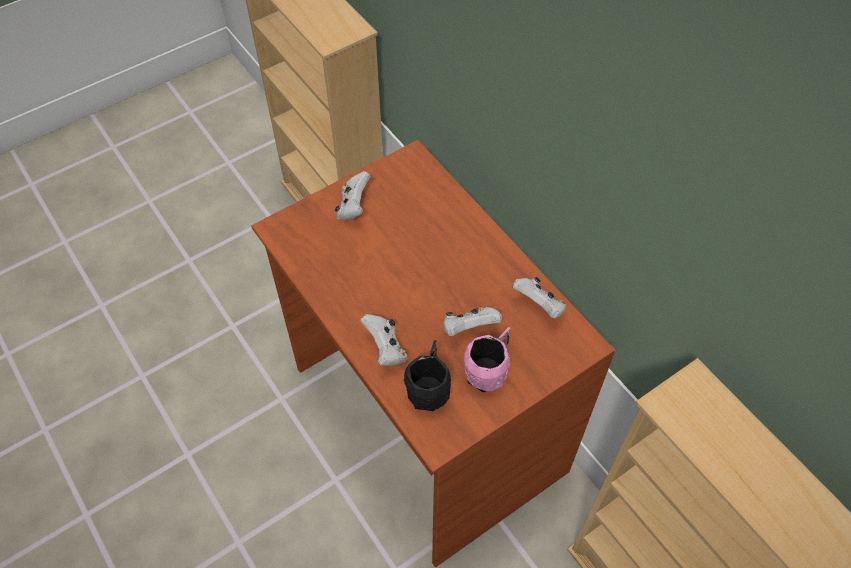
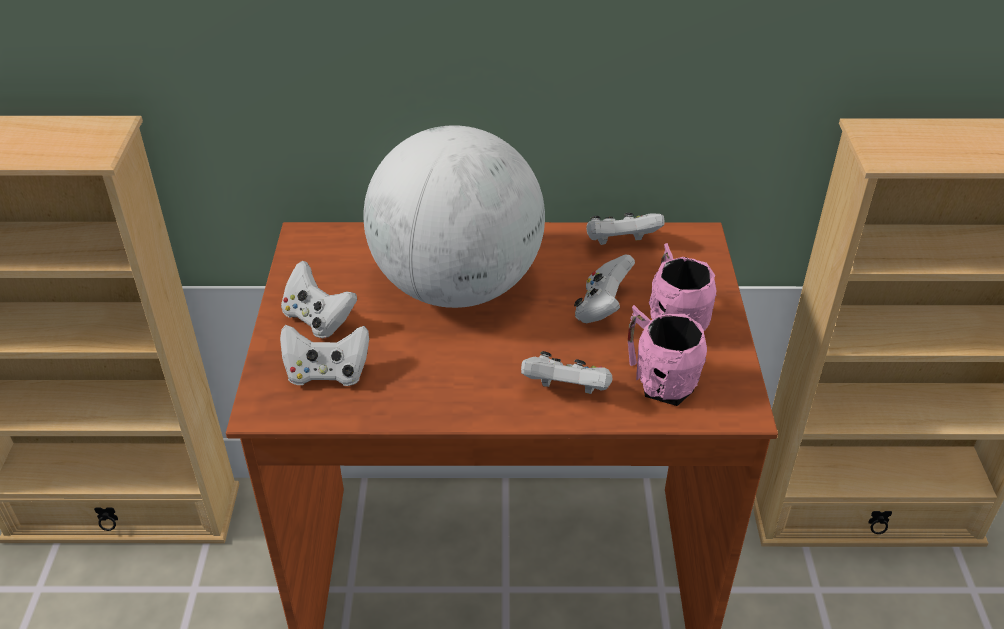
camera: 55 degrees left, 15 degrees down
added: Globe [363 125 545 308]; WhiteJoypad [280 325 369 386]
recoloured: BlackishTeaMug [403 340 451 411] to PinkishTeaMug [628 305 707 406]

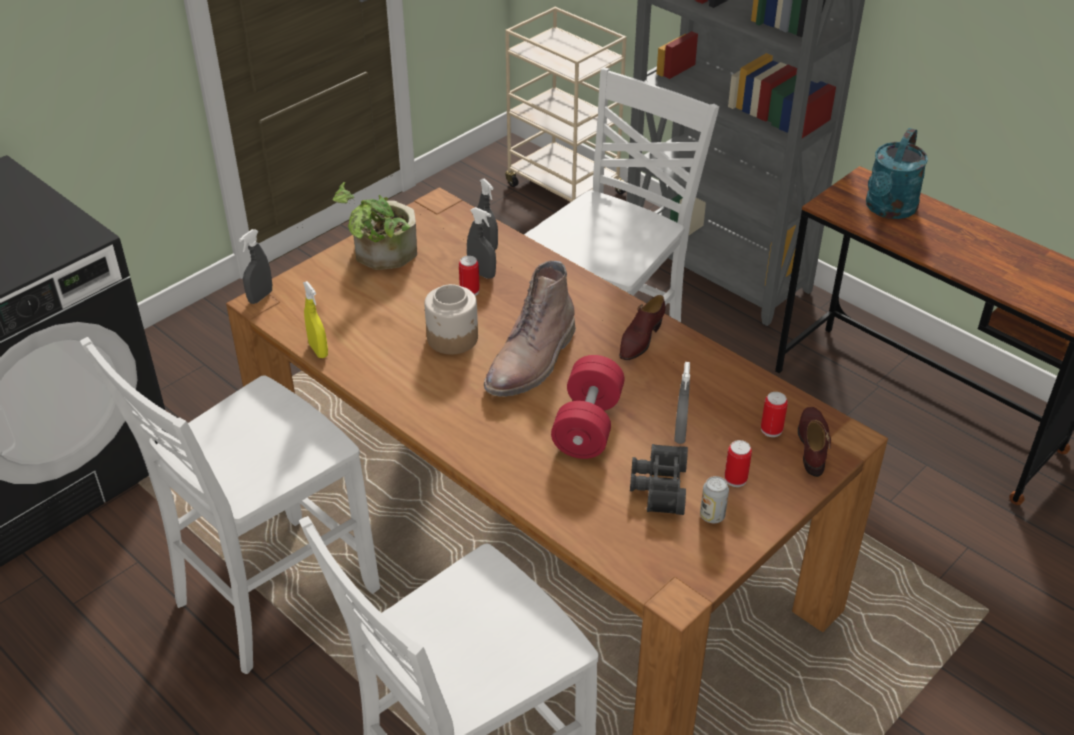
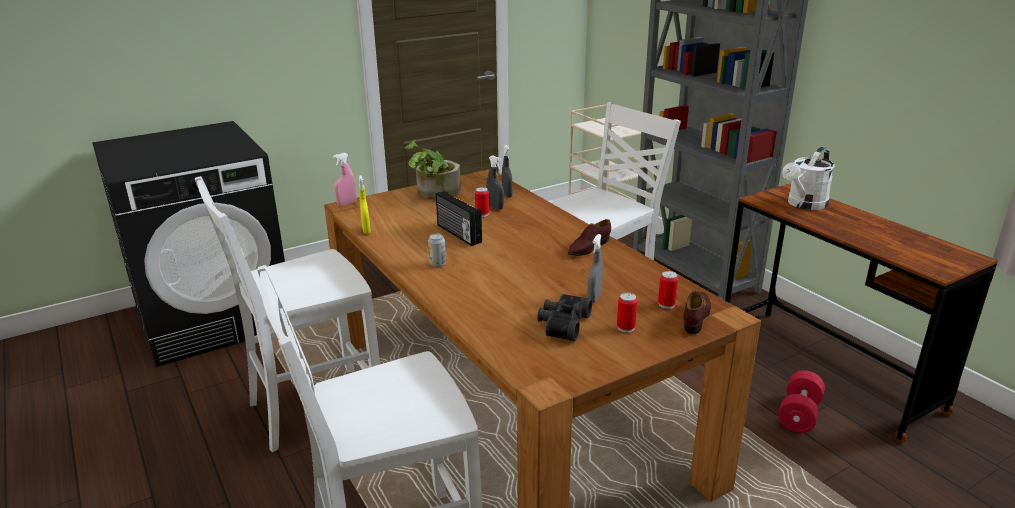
camera: 15 degrees right, 15 degrees down
removed: BrownColouredTallBoot [484 261 576 397]
moved: RedHandWeight [551 355 625 459] to [778 370 825 433]; MetalCan [700 476 729 523] to [428 234 446 267]
replaced: StorageJar [424 284 478 355] to RadioReceiver [436 191 482 246]
recoloured: TurquoiseWateringPot [866 128 928 219] to WhiteWateringPot [782 147 835 210]; GreySprayBottle [239 229 272 304] to PinkishSprayBottle [333 153 356 206]

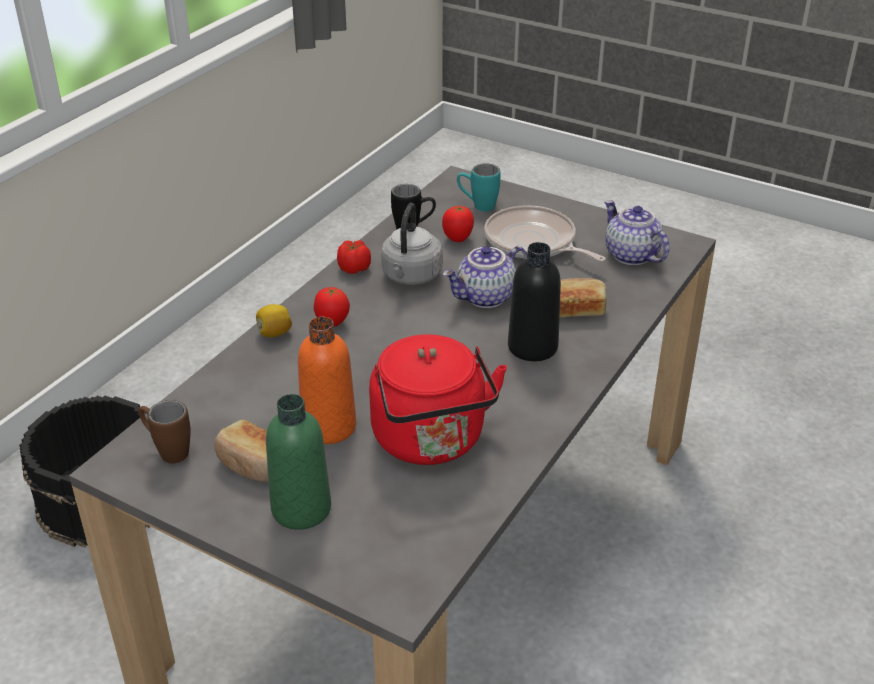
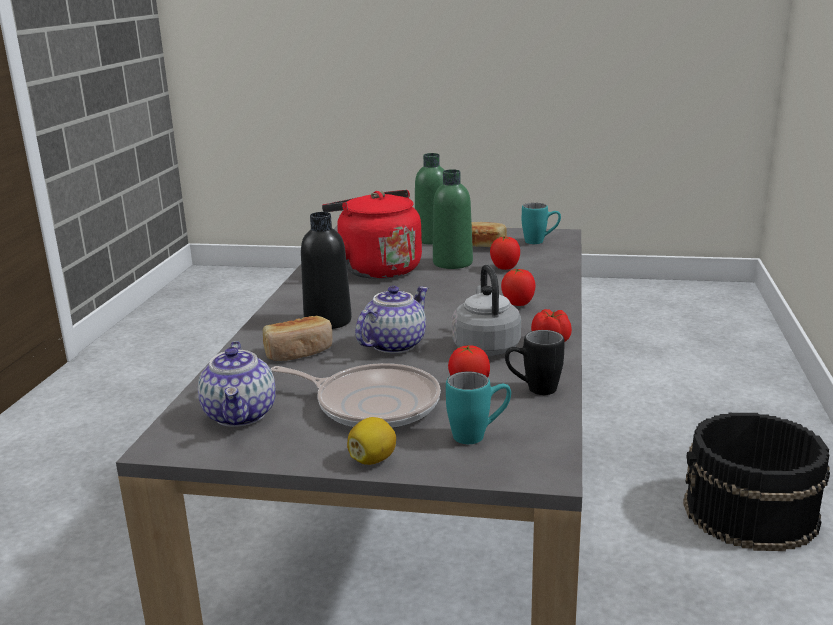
camera: 160 degrees right, 15 degrees down
added: FreshTomato [490 237 520 270]
moved: WholeLemon [256 304 292 337] to [347 417 396 465]
recoloured: OrangeBottle [298 317 356 444] to GreenishBottle [433 169 473 269]; BrownColouredTeaMug [139 400 191 463] to TurquoiseTeaMug [522 203 561 244]
turned: TeaPot [604 200 669 265] = [198 341 276 427] 45 degrees clockwise

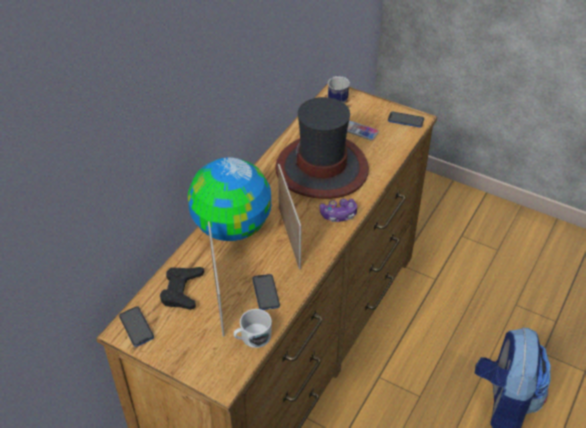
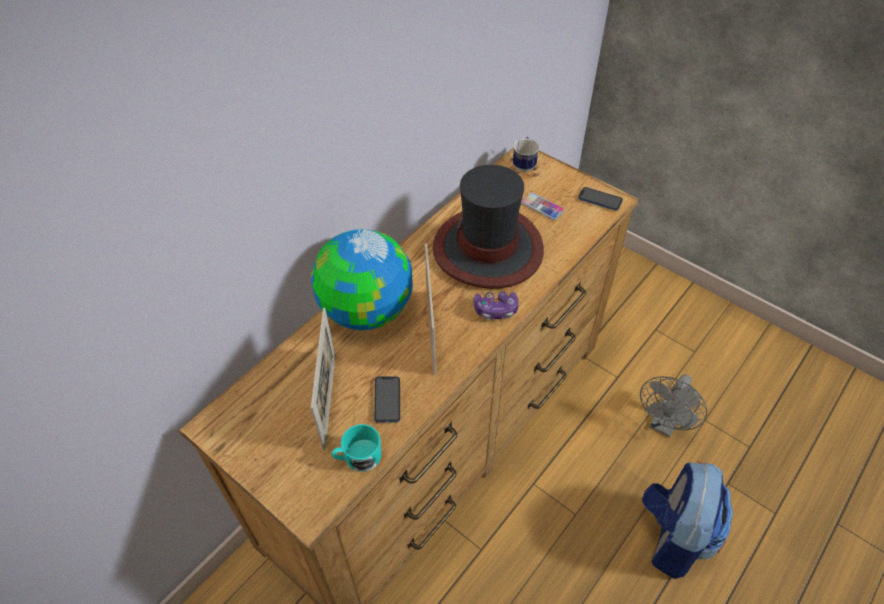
camera: 10 degrees right, 5 degrees up
removed: BlackishJoypad [160 267 204 310]; Telephone [119 306 154 347]
added: GreyElectricFan [640 374 707 437]
recoloured: WhiteTeaMug [233 309 272 348] to TurquoiseTeaMug [332 424 381 472]

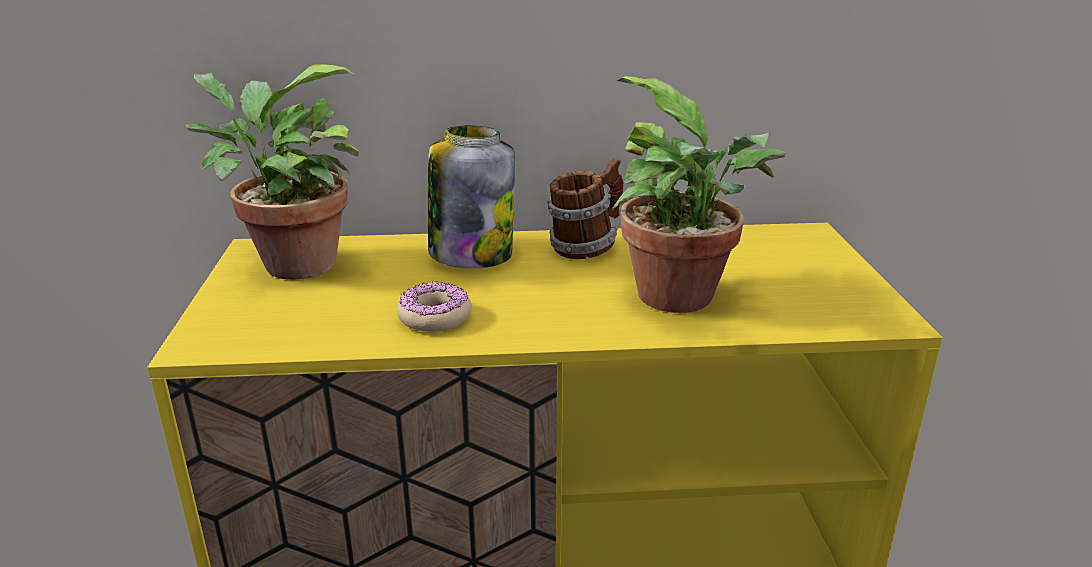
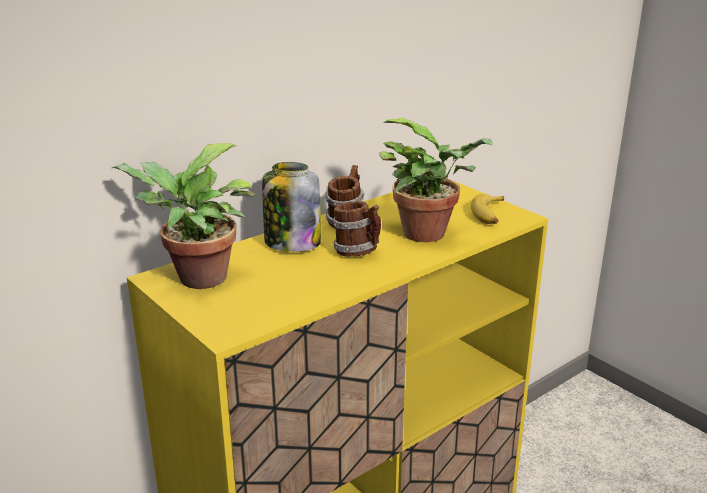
camera: 35 degrees left, 0 degrees up
removed: Doughnut [397 281 472 332]
added: BananaFruit [471 194 504 224]; TeaMug [332 201 381 257]

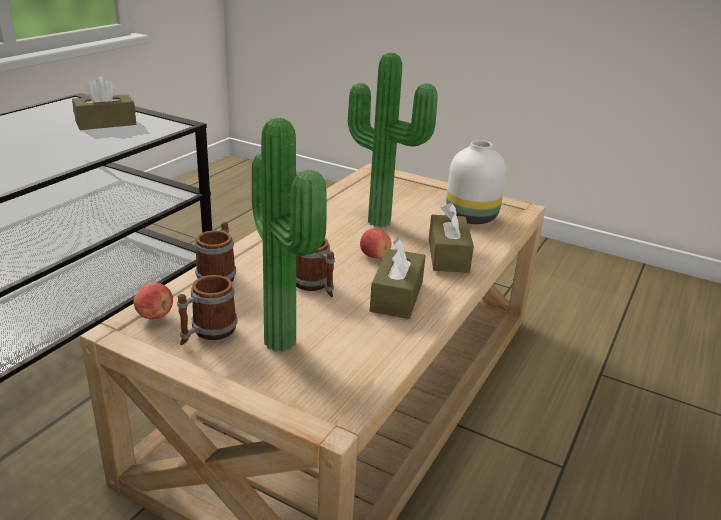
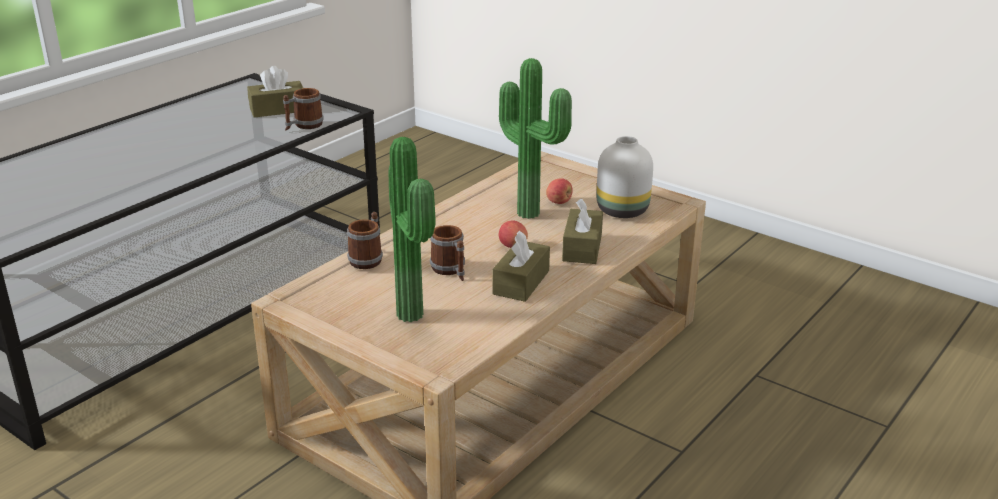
camera: 10 degrees right, 0 degrees up
moved: TeaMug [177 275 238 345] to [283 88 324 130]; AppleFruit [134 283 173 319] to [546 178 573 204]

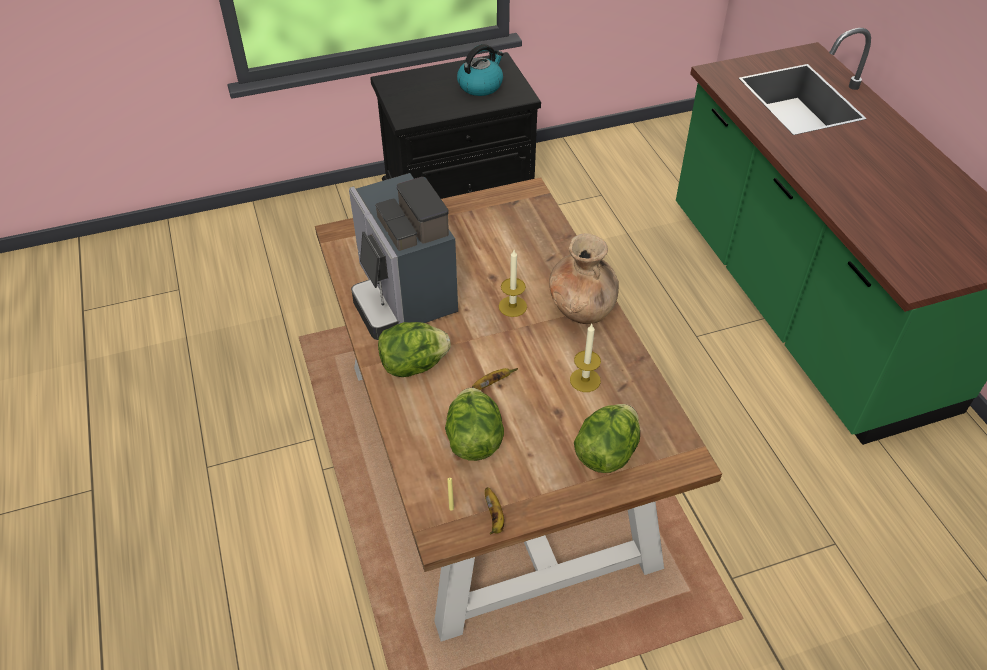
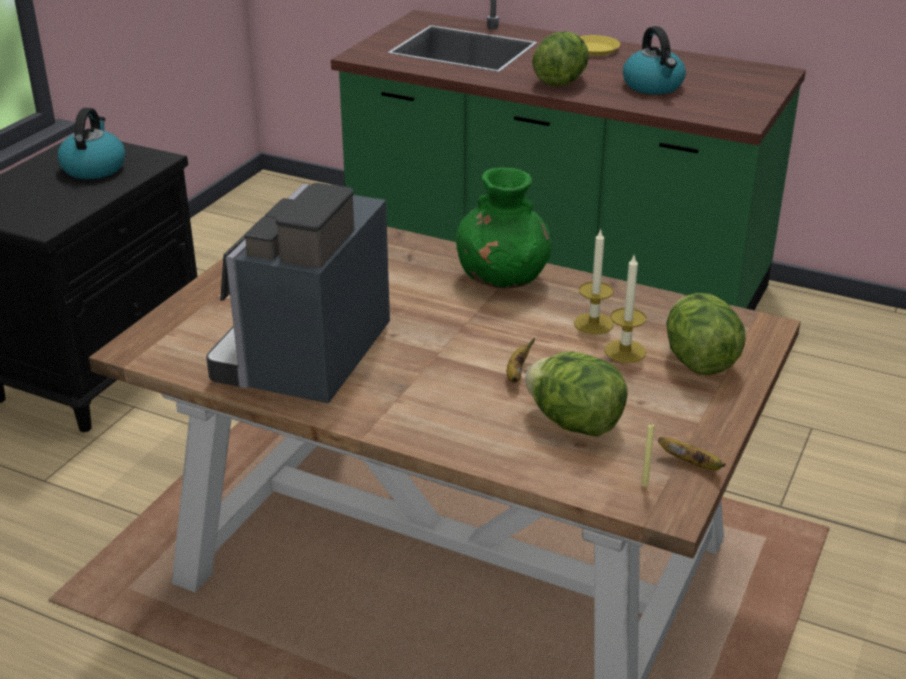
camera: 45 degrees left, 15 degrees down
added: TeaKettle [623 26 686 95]; YellowishDinnerPlate [579 35 620 56]
moved: Candle [499 250 527 317] to [605 255 646 363]; LettuceHead [378 322 451 377] to [532 31 589 86]
recoloured: BrownColouredDecorativeVase [549 233 619 324] to GreenishDecorativeVase [456 168 552 288]
turned: CoffeeMachine [349 173 458 340] = [206 183 390 404] 90 degrees clockwise

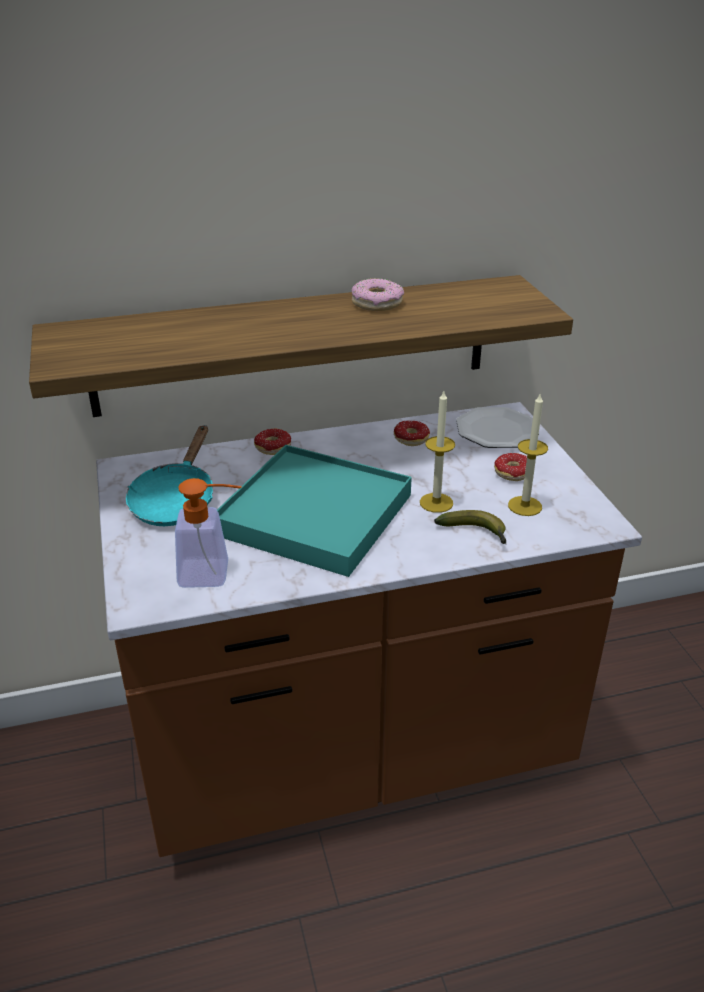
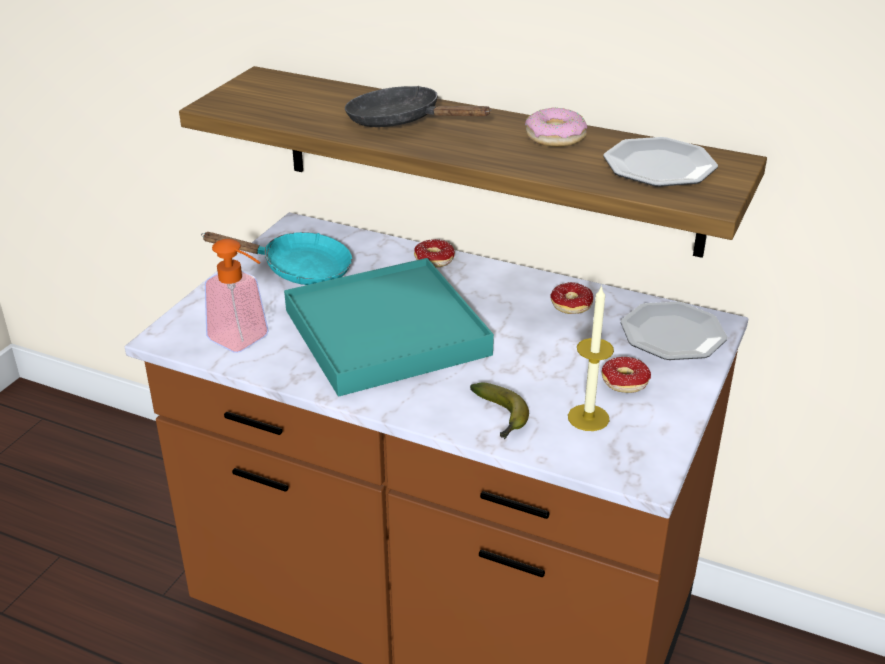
camera: 40 degrees right, 0 degrees up
removed: Candle [420 391 455 513]
added: BlackishSkillet [345 86 491 127]; DinnerPlate [603 137 718 187]
turned: TurquoiseSkillet [126 425 213 526] = [201 232 352 285] 135 degrees counterclockwise

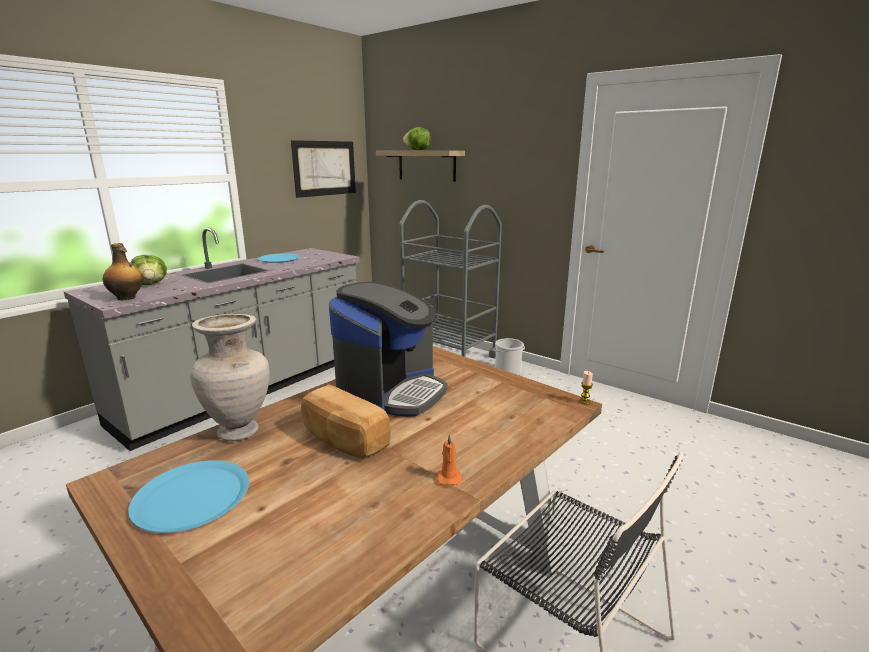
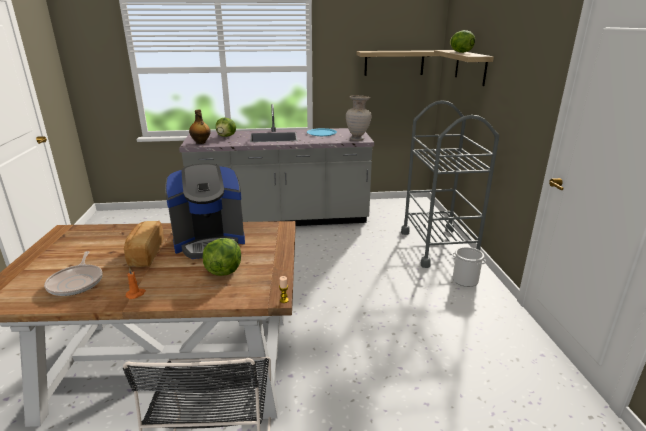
camera: 45 degrees right, 5 degrees up
removed: BluishDinnerPlate [128 460 249 533]
added: LettuceHead [202 238 241 276]; Skillet [44 251 103 296]
moved: BeigeDecorativeVase [190 314 270 441] to [346 95 371 141]
replaced: WallArt [291 140 356 198] to WallShelf [357 50 438 76]

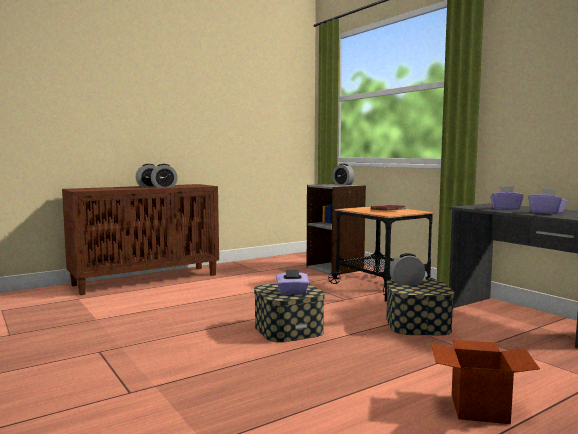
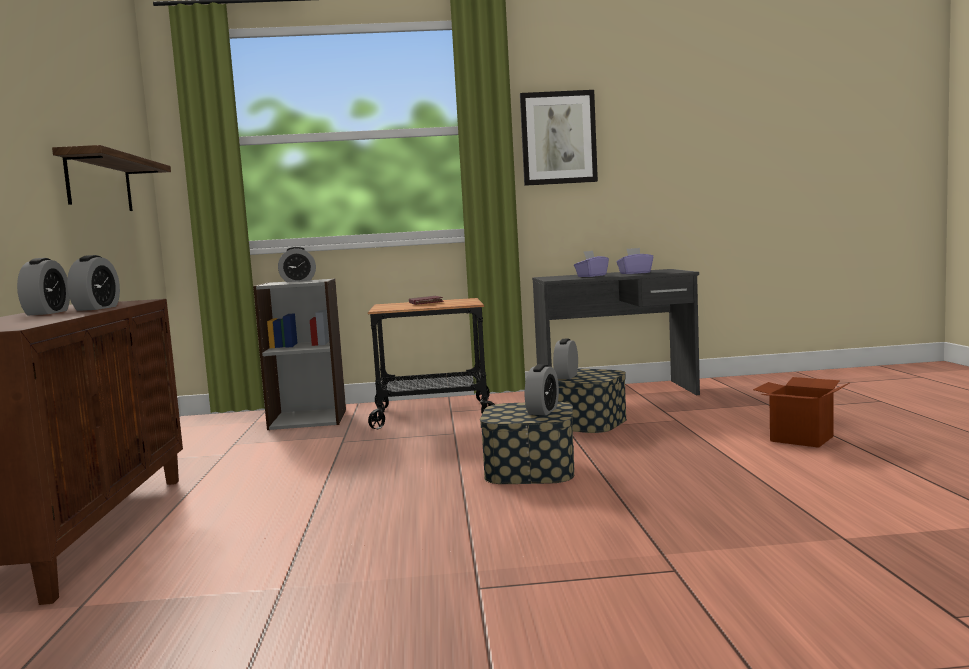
camera: 60 degrees left, 0 degrees up
added: WallArt [520 90 598 186]; WallShelf [52 145 171 211]
replaced: PurpleTissueHolder [276 269 309 295] to TableClock [525 364 559 415]

